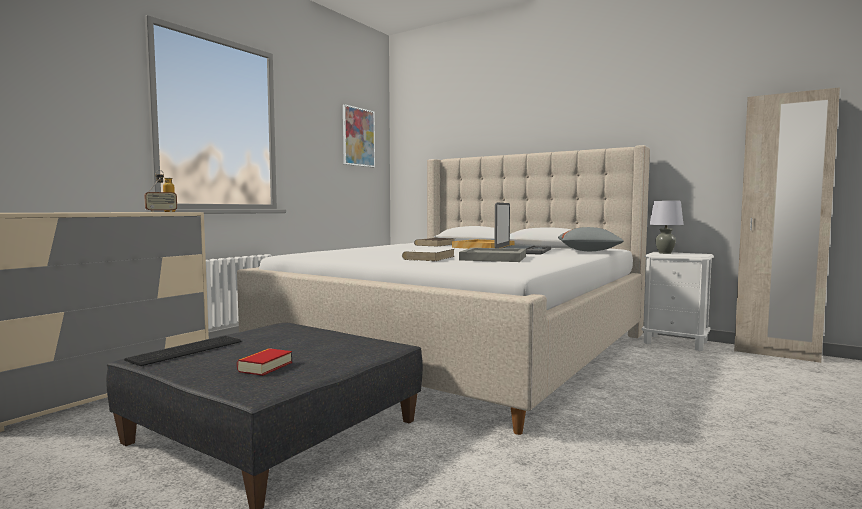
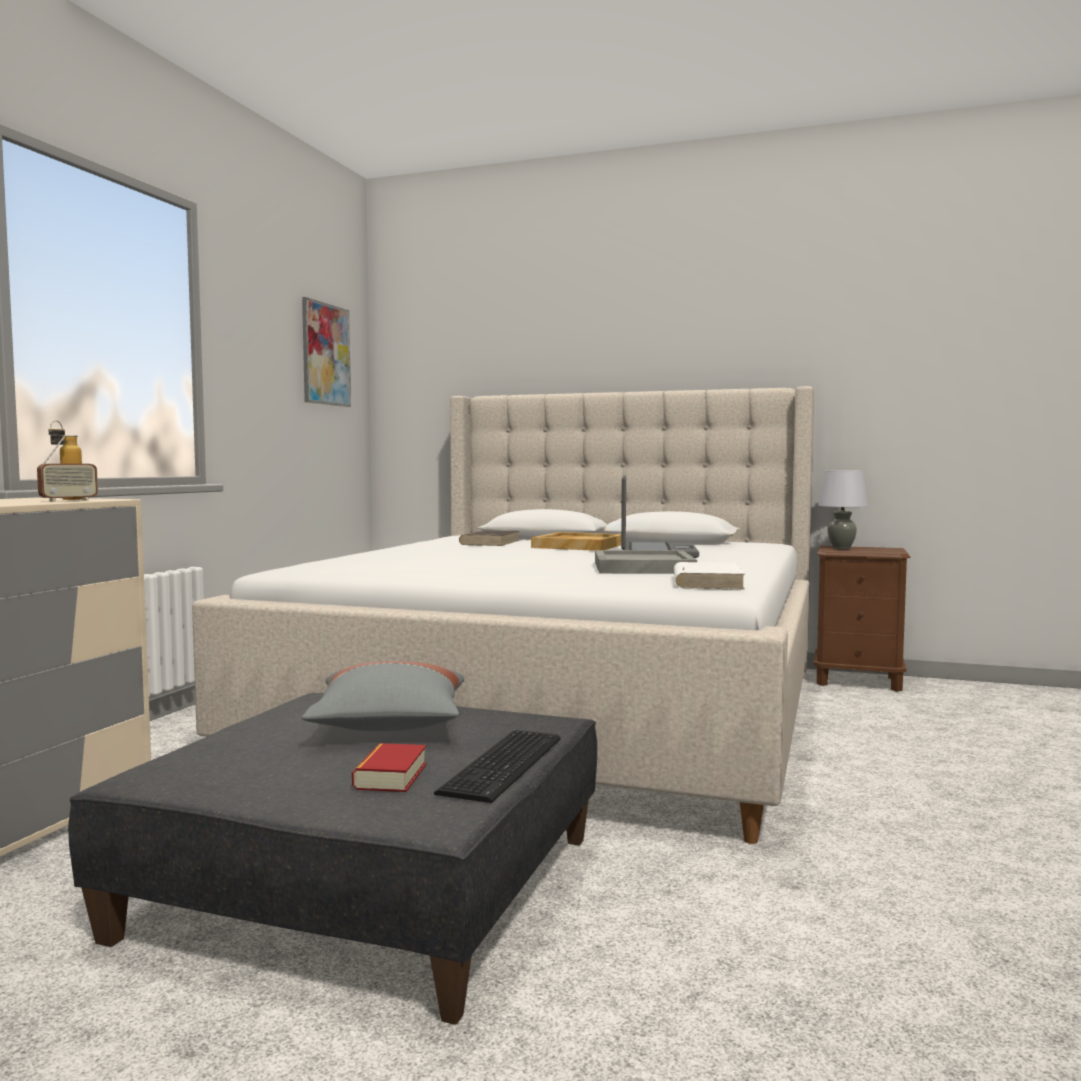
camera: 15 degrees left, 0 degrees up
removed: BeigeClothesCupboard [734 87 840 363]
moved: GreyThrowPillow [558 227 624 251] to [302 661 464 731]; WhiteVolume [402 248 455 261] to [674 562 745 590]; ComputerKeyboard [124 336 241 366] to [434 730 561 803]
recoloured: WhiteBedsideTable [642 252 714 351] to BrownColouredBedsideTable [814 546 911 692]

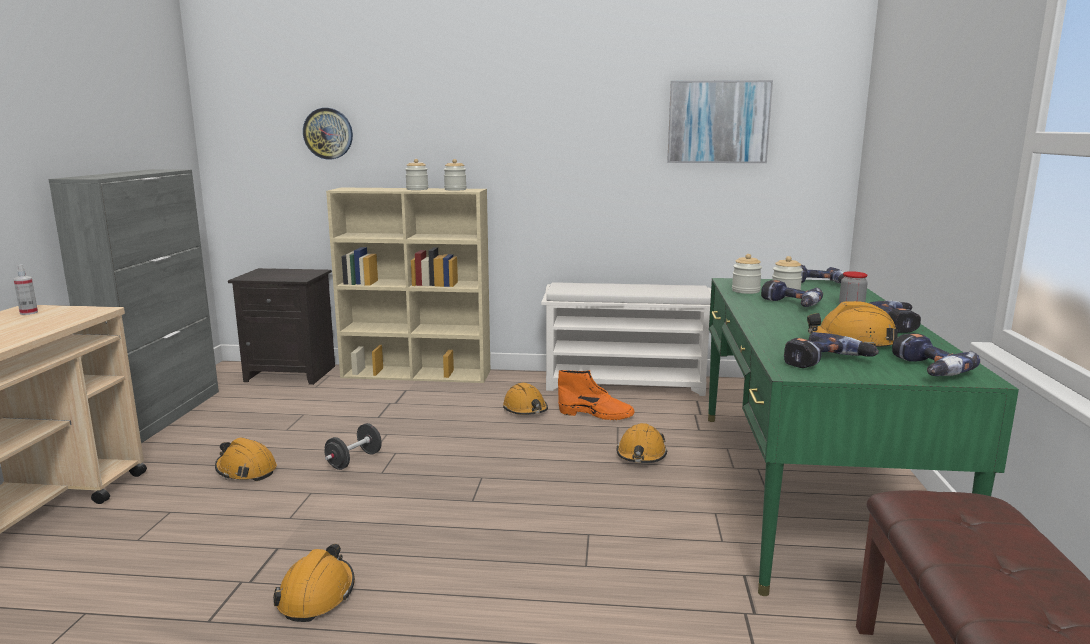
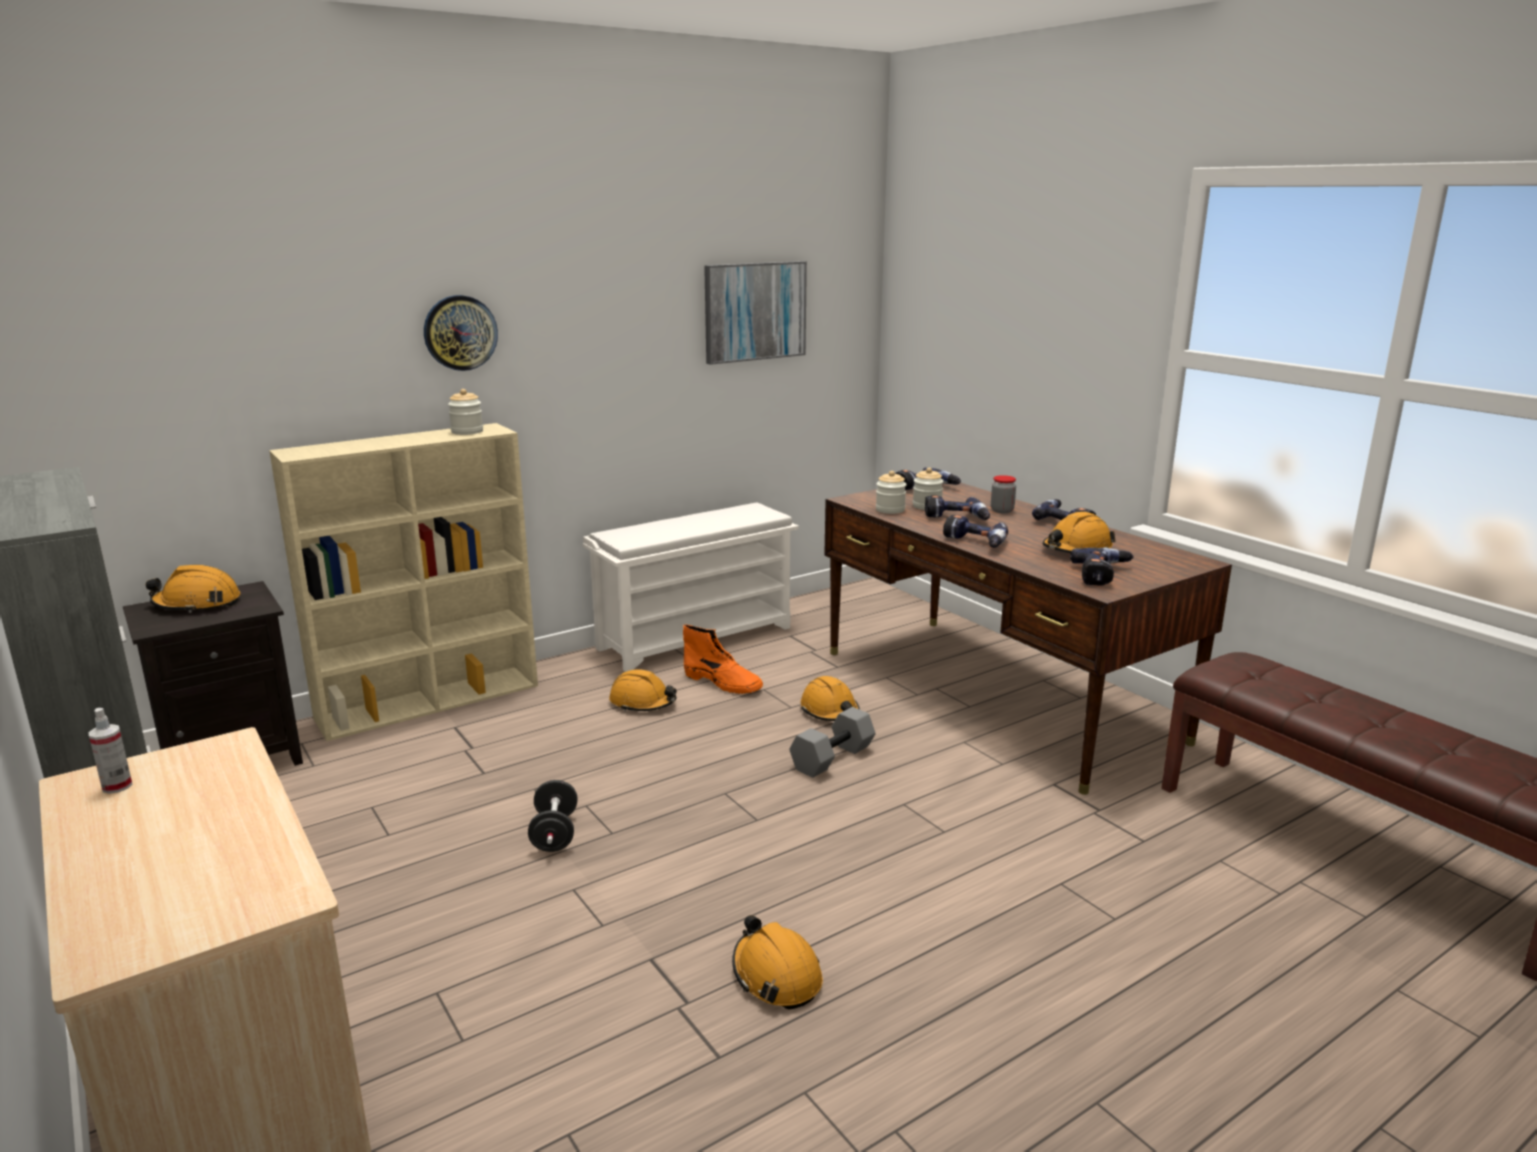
camera: 40 degrees left, 5 degrees up
removed: StorageJar [405 159 428 190]
added: GreyHandWeight [789 707 876 778]
moved: ClockOnTheWall [303 108 353 159] to [424 295 498 371]; Drill [892 333 980 376] to [943 515 1008 548]; OrangeHardHat [215 438 277 481] to [146 565 241 613]
recoloured: GreenishDesk [708 278 1019 596] to BrownColouredDesk [824 482 1232 795]
turned: OrangeTallBoot [558 370 634 420] = [683 625 763 694] 60 degrees clockwise

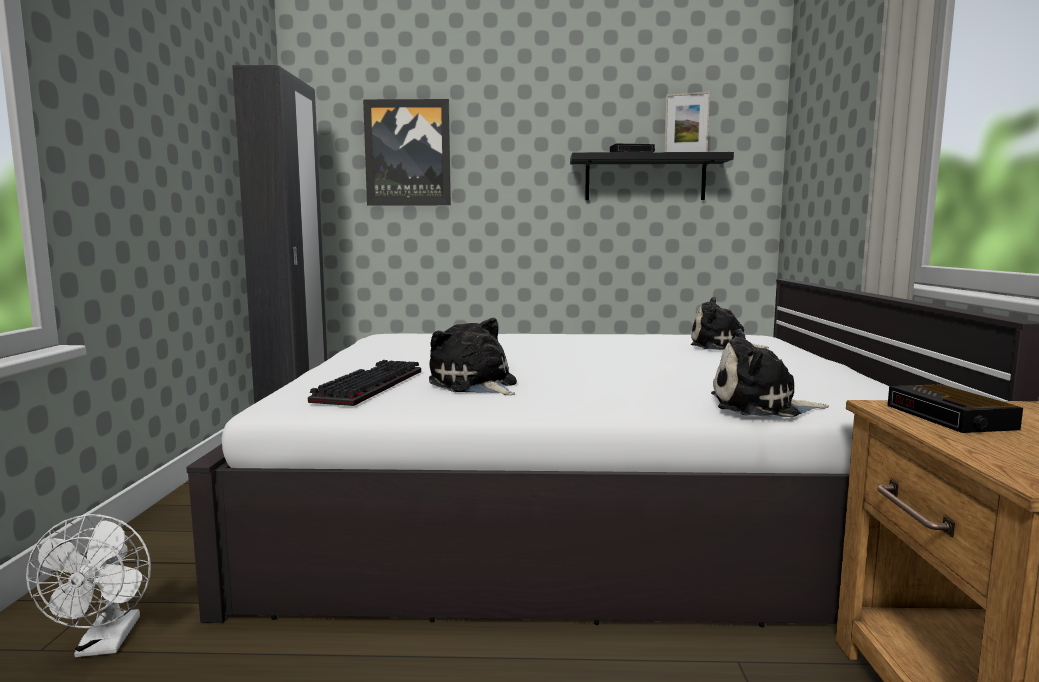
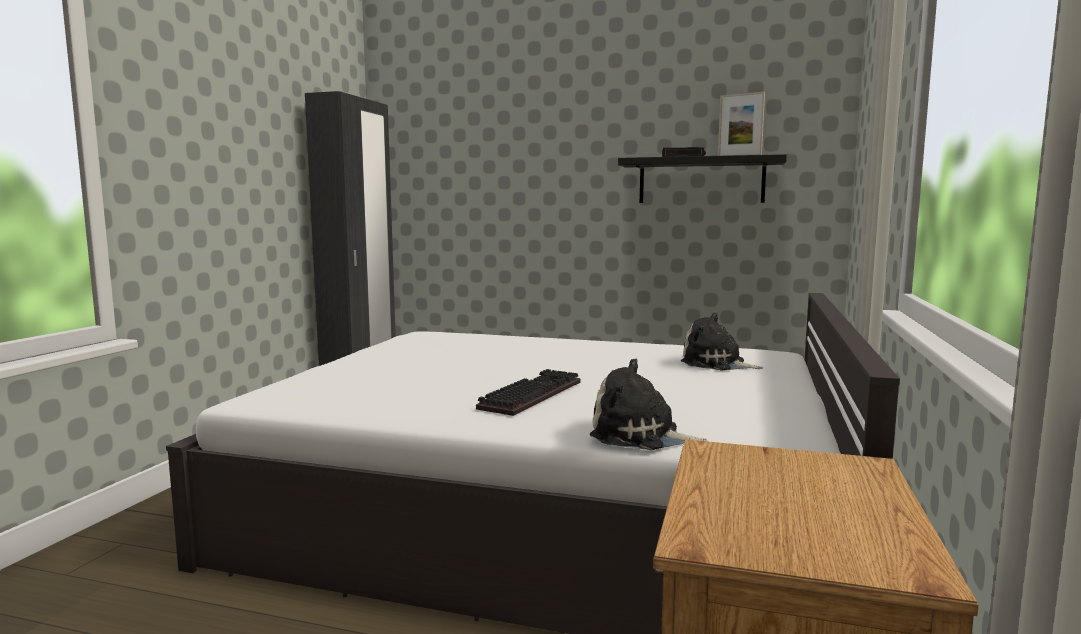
camera: 15 degrees right, 0 degrees up
removed: WallArt [363 99 451 205]; SoftToy [429 318 517 395]; TableClock [888 384 1023 433]; WhiteElectricFan [26 514 151 657]
moved: ComputerKeyboard [308 360 421 406] to [476 369 580 416]

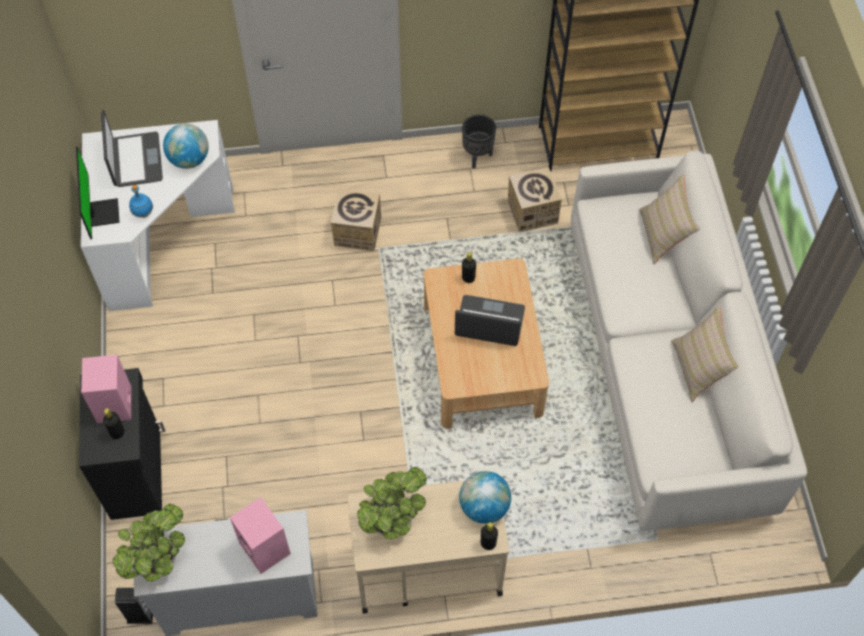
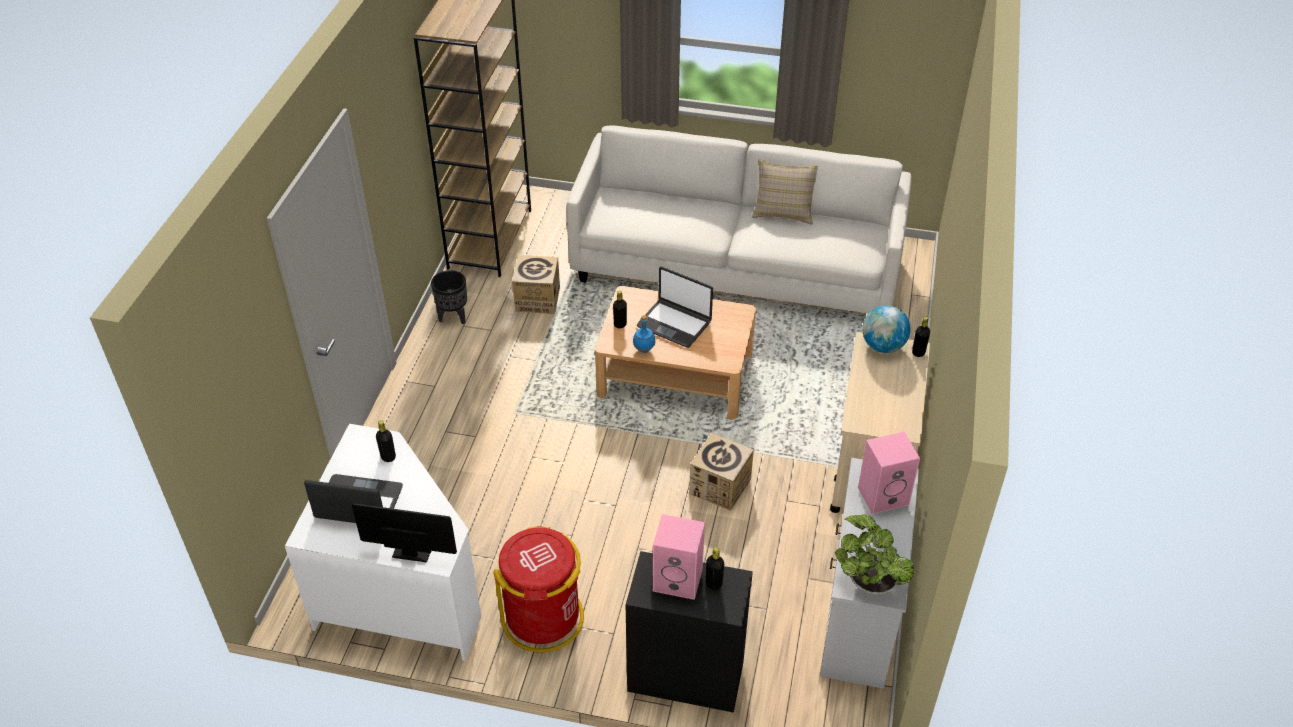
camera: 70 degrees left, 15 degrees down
removed: BeigeThrowPillow [639 174 700 264]; PottedPlant [357 467 427 539]; Loudspeaker [115 588 153 624]
added: RedTrashCan [493 526 584 653]
moved: BluishBottle [129 185 153 218] to [633 315 655 353]; Carton [331 189 381 251] to [689 433 754 511]
replaced: Globe [163 123 209 169] to BlackishBottle [376 420 396 462]
turned: Laptop [455 295 525 346] = [637 267 713 348] 90 degrees counterclockwise

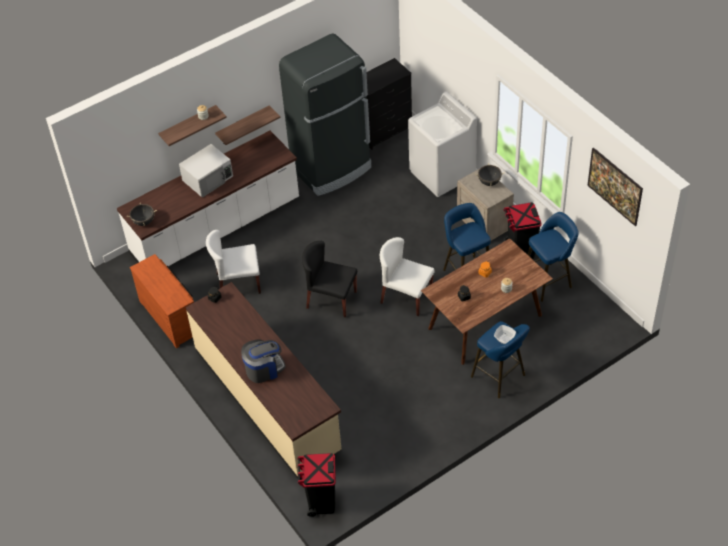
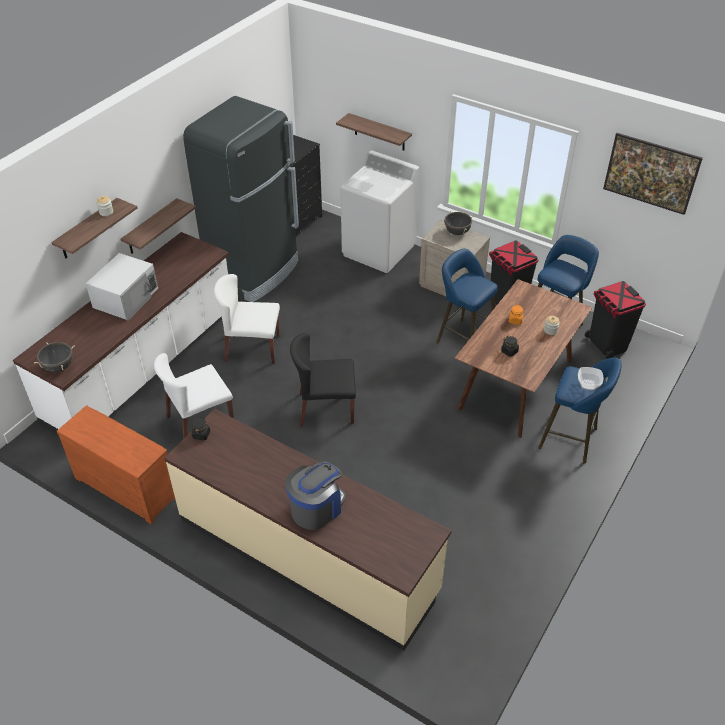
camera: 25 degrees left, 5 degrees down
added: WallShelf [336 113 412 151]
moved: WhiteChair [380 237 435 316] to [214 274 280 364]; BlackishTrashCan [298 453 336 517] to [585 281 646 359]

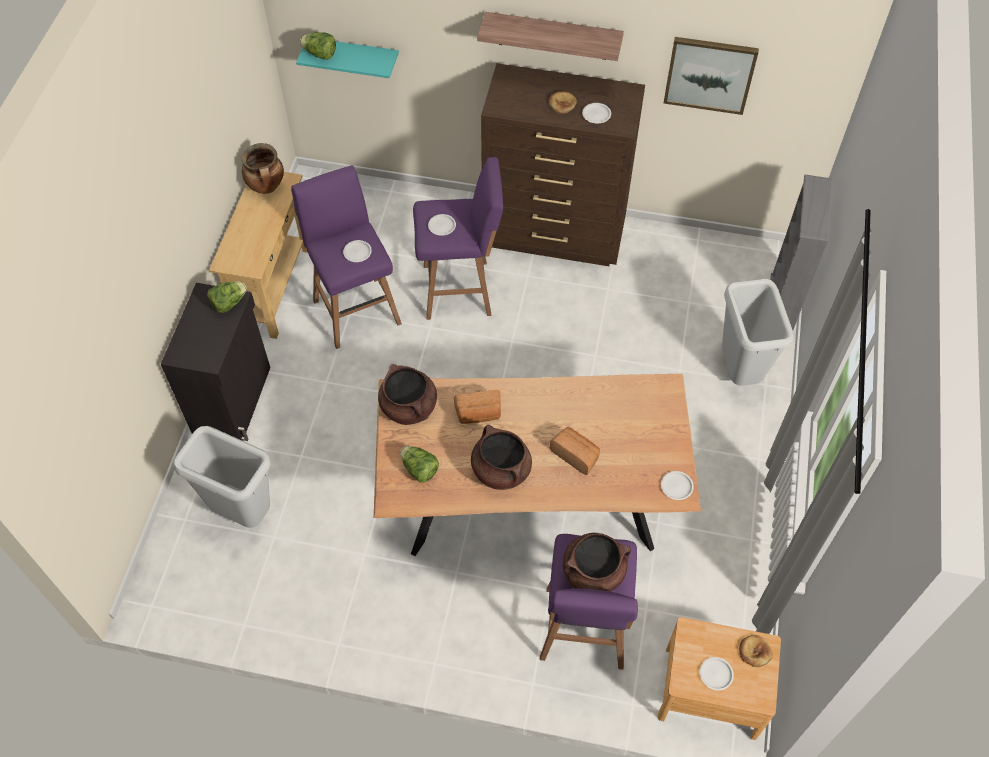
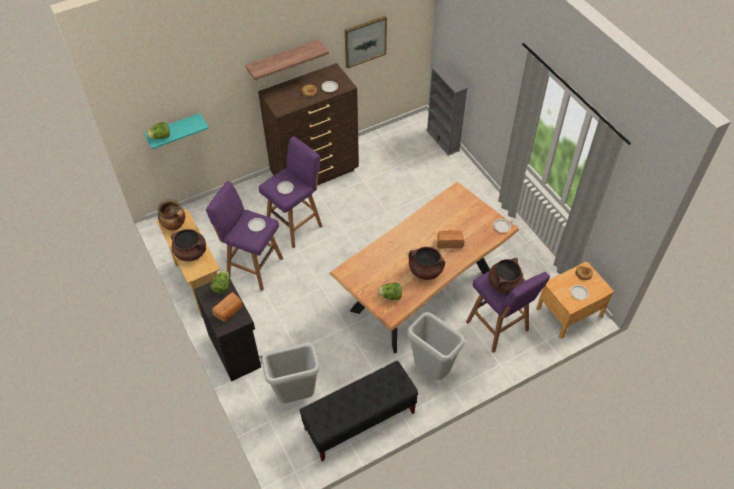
camera: 40 degrees left, 5 degrees down
added: BlackishIndoorBench [300 361 418 461]
moved: GreyTrashCan [722 279 794 386] to [407 312 465 380]; BrownColouredCookingPot [378 364 437 425] to [171 229 206 261]; Bread [454 390 501 424] to [212 292 243 322]

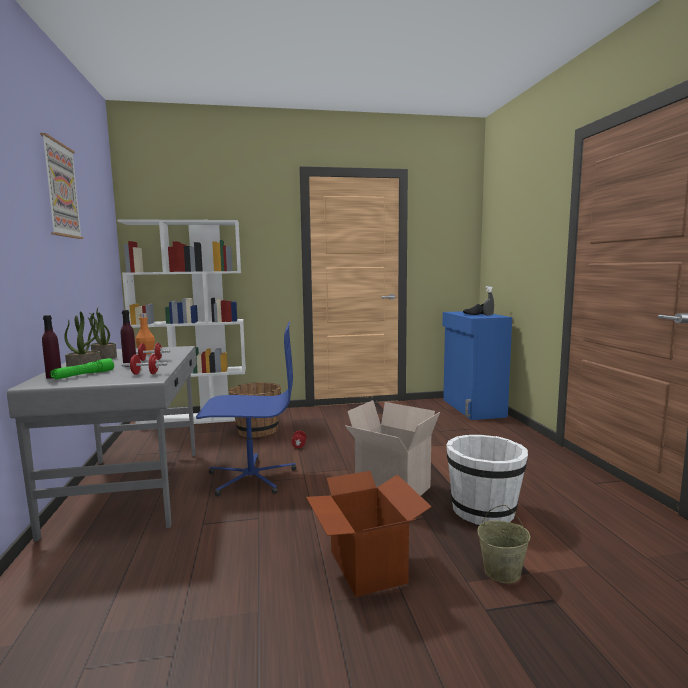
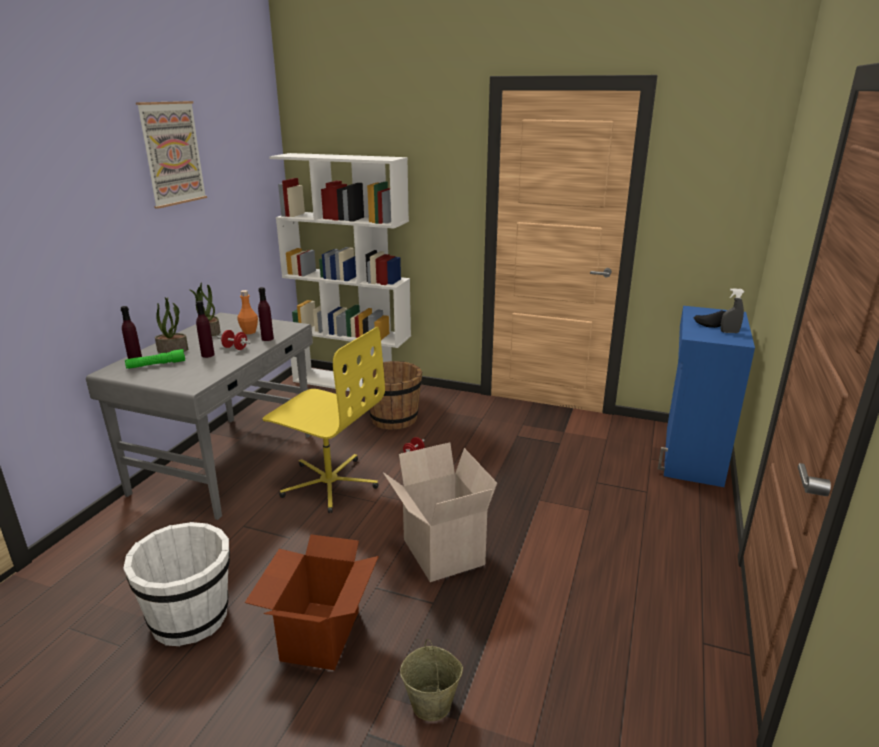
camera: 30 degrees right, 15 degrees up
removed: RedHandWeight [121 354 167 375]
added: PurpleBottle [258 287 274 341]
moved: WhitePail [446 435 528 525] to [123 522 230 646]
recoloured: BluishComputerChair [196 322 296 496] to YellowishComputerChair [263 327 385 513]

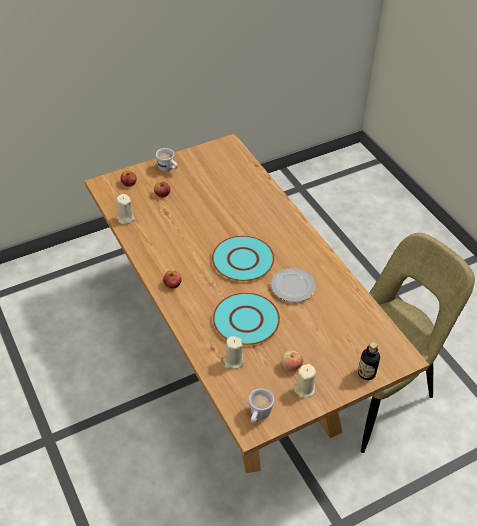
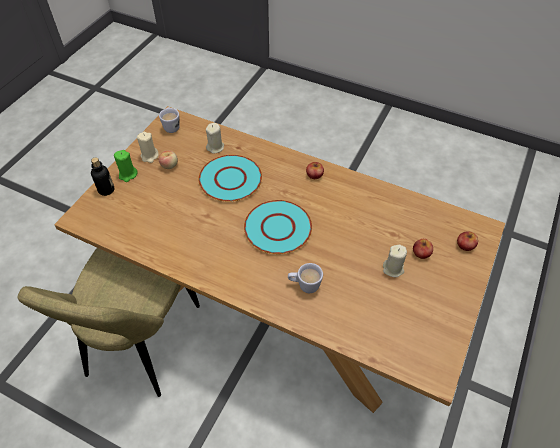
camera: 145 degrees right, 5 degrees up
removed: DinnerPlate [271 268 316 302]
added: GreenishCandle [114 150 138 182]
moved: WhiteTeaMug [156 148 178 172] to [288 263 323 293]; BeigeCandle [116 194 135 225] to [383 245 407 277]

